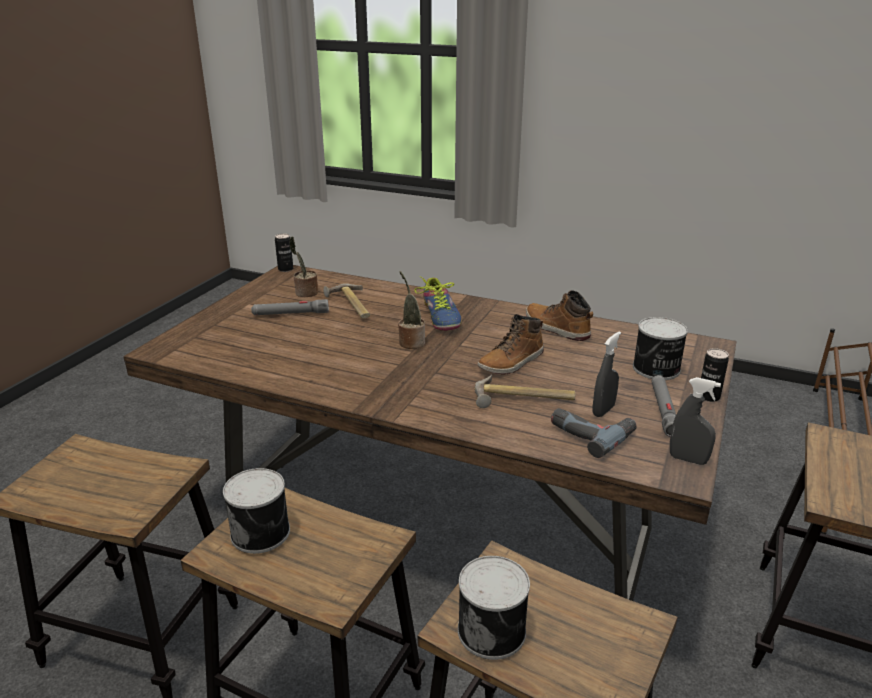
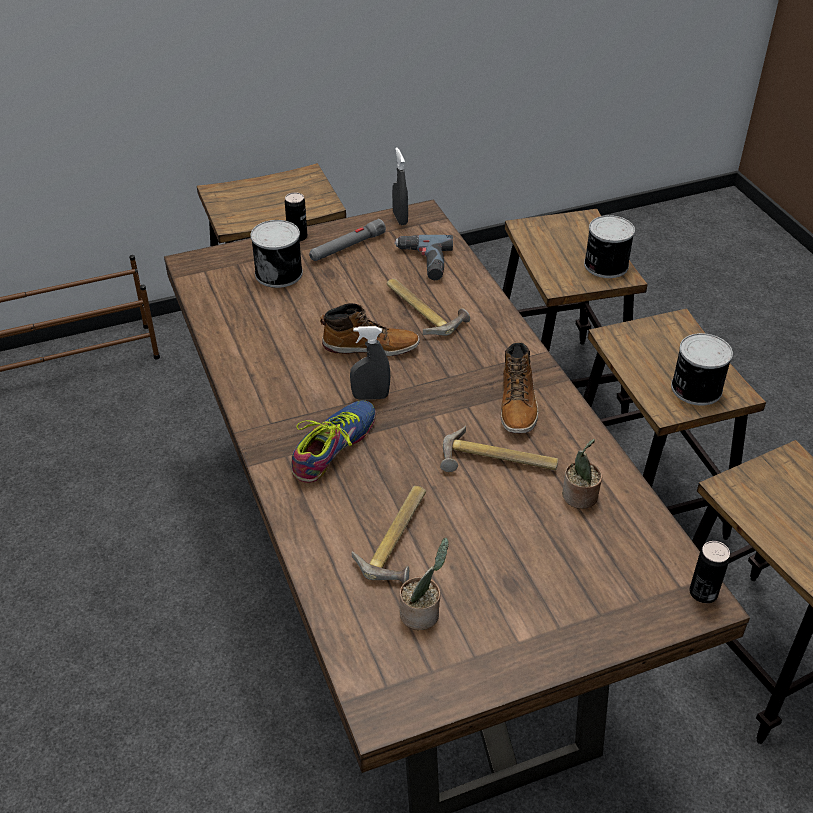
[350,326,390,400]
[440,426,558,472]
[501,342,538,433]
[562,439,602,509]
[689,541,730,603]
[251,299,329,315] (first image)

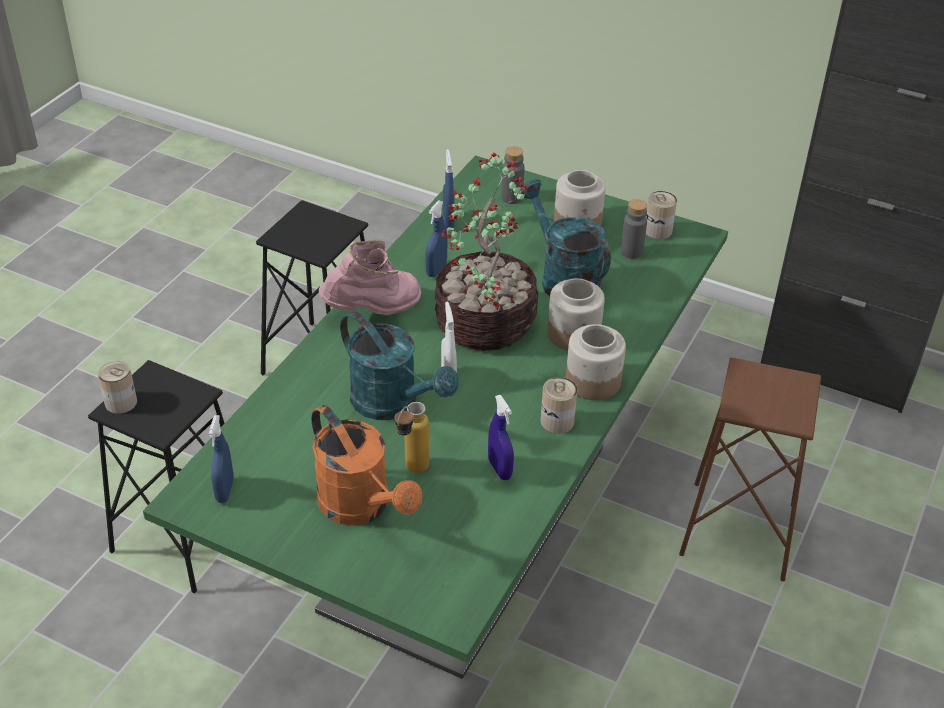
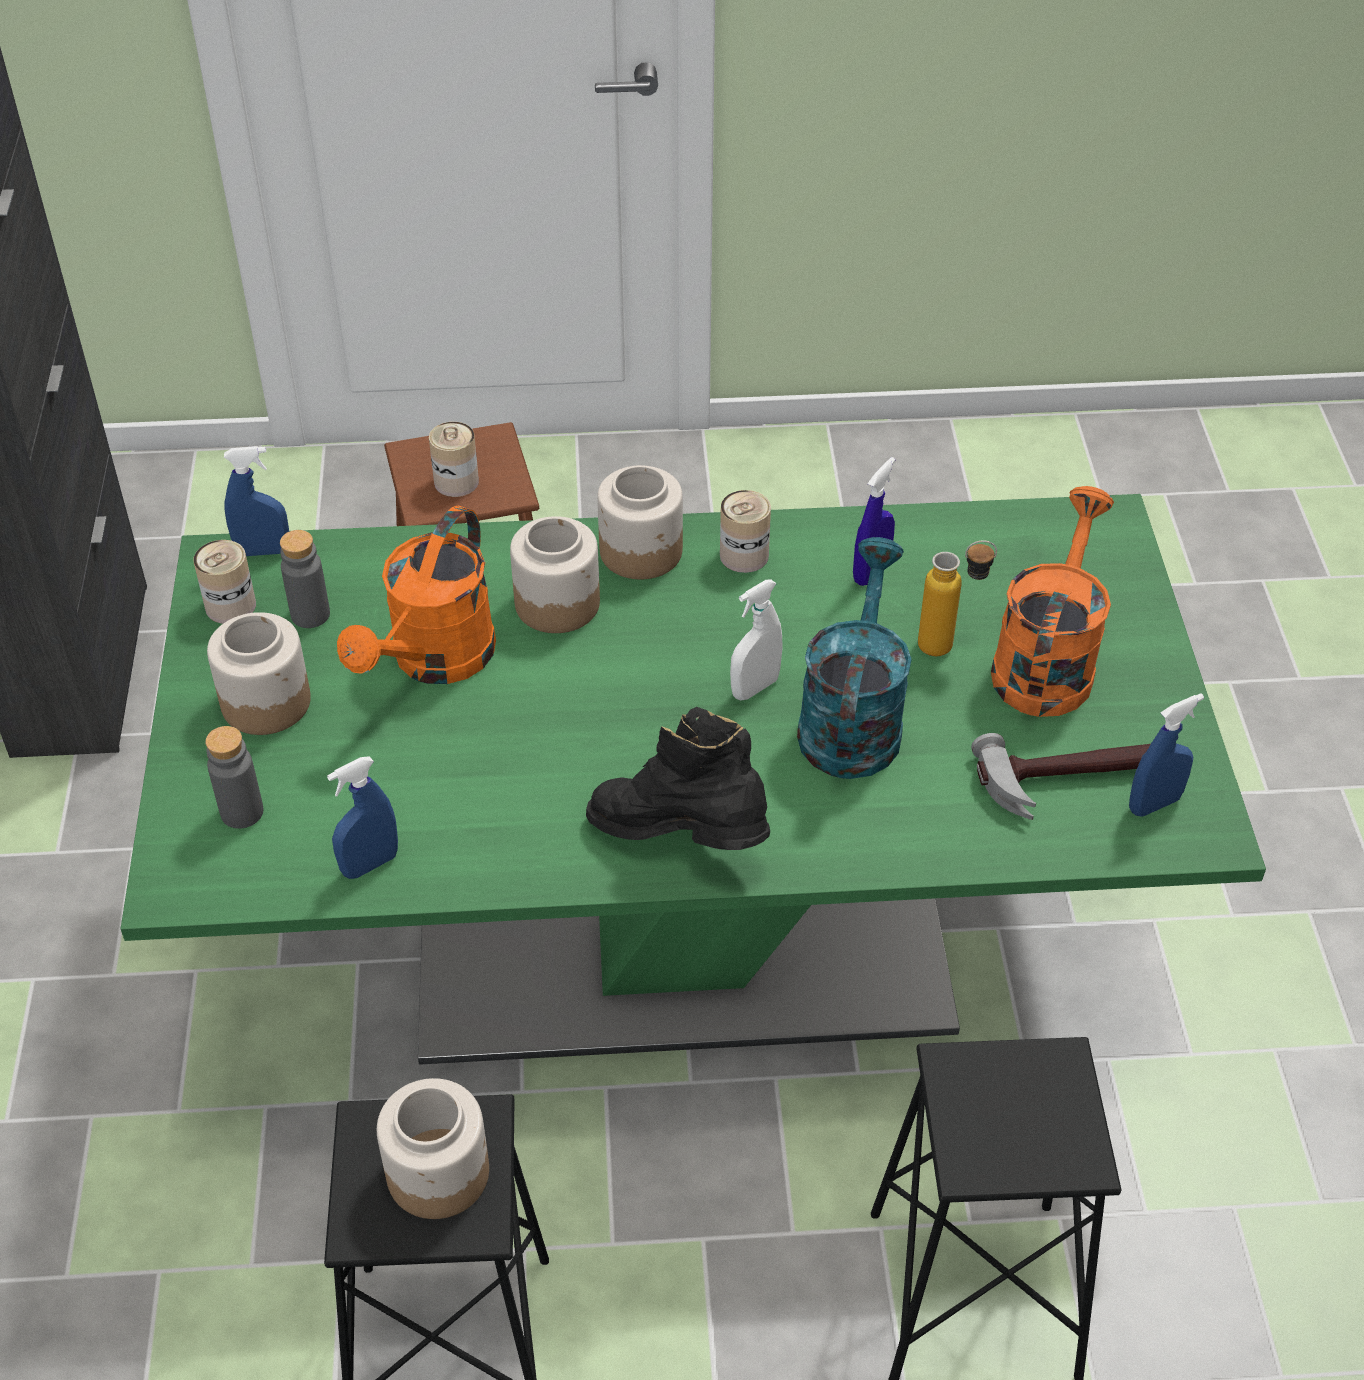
[224,446,289,556]
[337,506,496,684]
[377,1078,489,1219]
[429,422,479,497]
[586,707,770,850]
[971,733,1151,820]
[435,153,538,351] (first image)

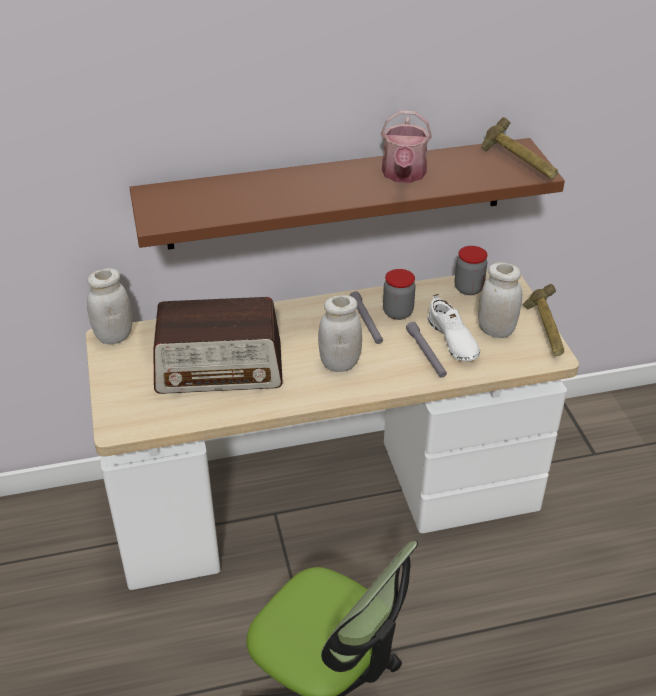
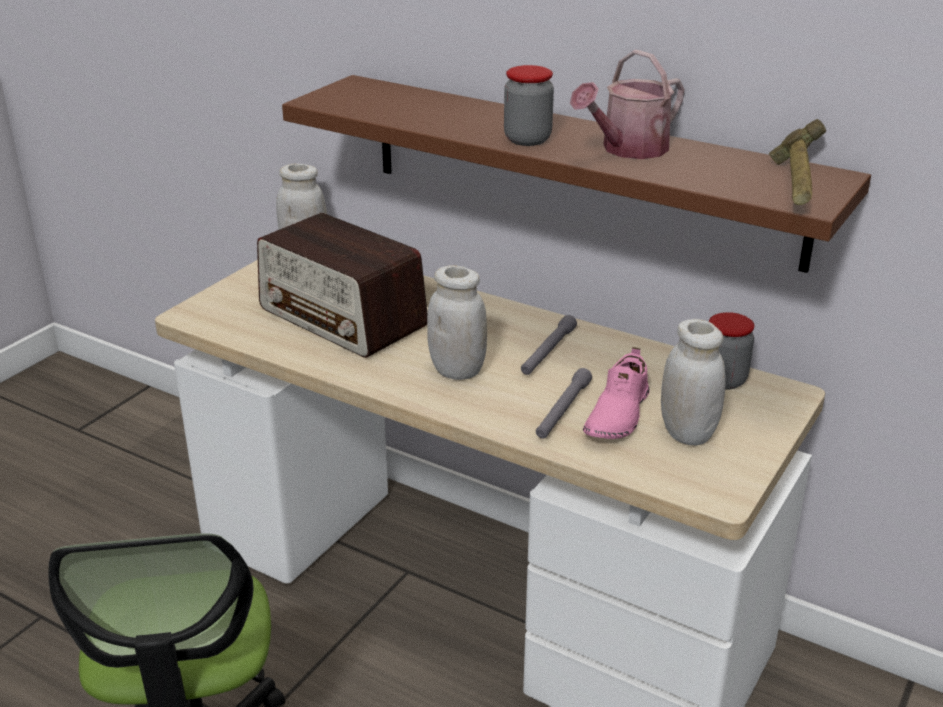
[504,65,554,146]
[583,347,650,439]
[523,284,564,356] (first image)

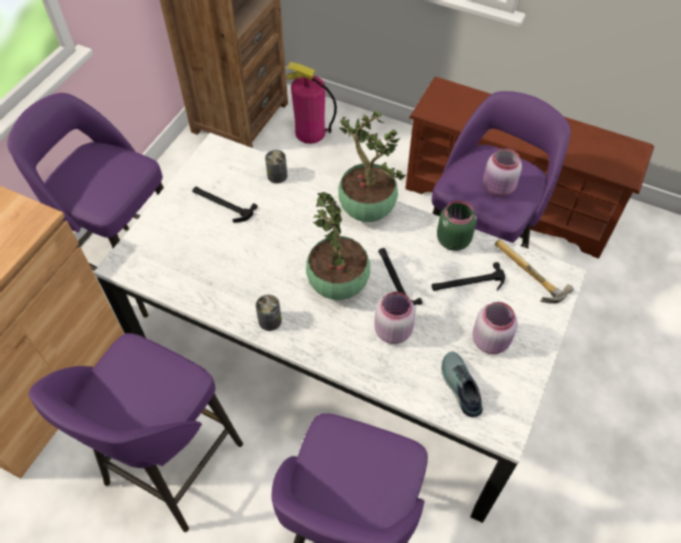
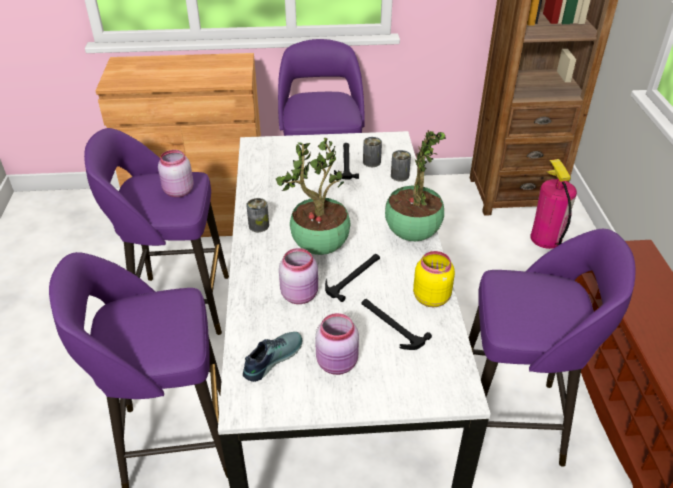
[158,150,194,197]
[363,137,382,167]
[413,251,455,307]
[495,239,574,304] (first image)

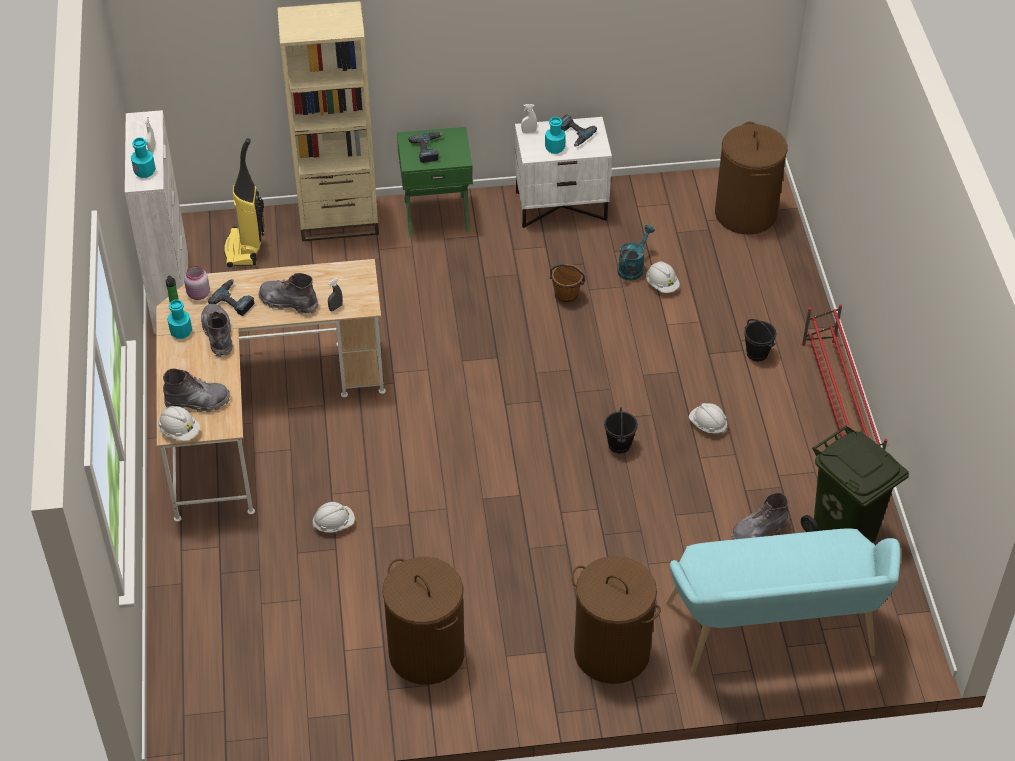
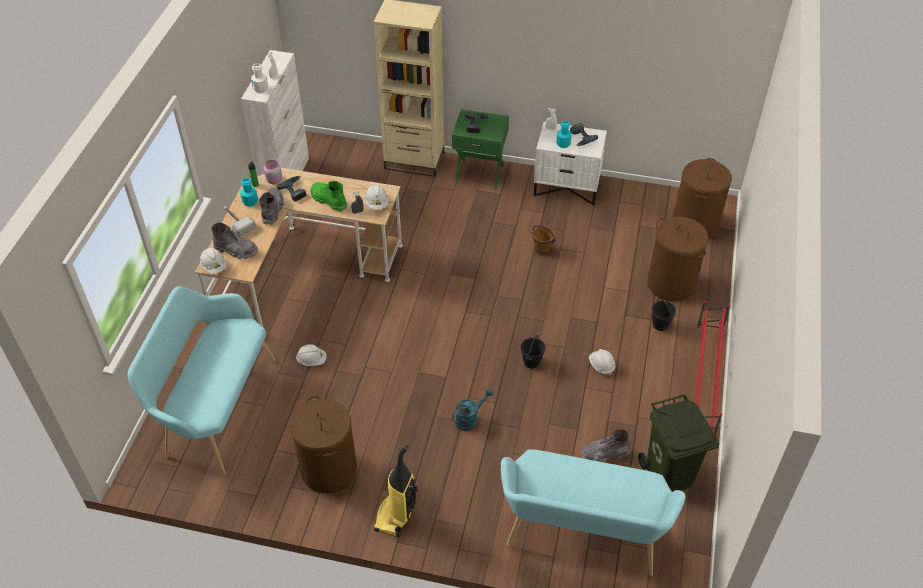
[128,286,276,475]
[224,206,256,237]
[251,63,268,93]
[310,181,347,212]
[365,185,388,210]
[374,445,418,537]
[452,388,493,431]
[647,217,708,302]

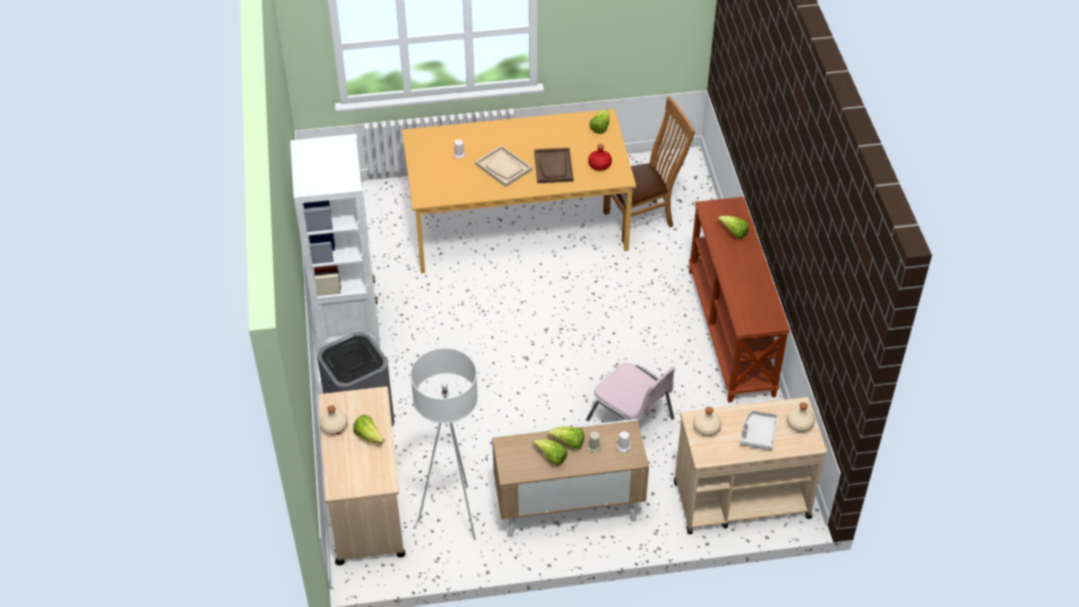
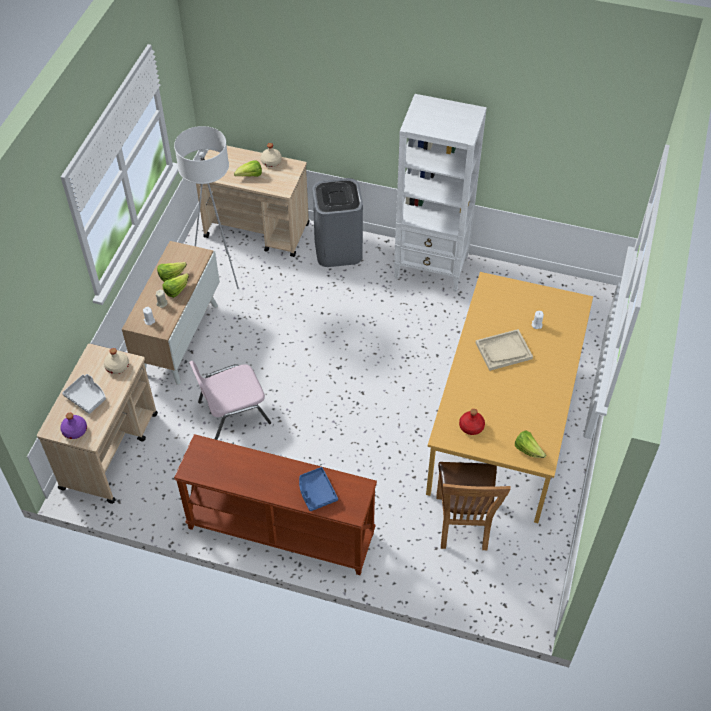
[60,413,87,439]
[299,467,338,511]
[534,148,574,183] (first image)

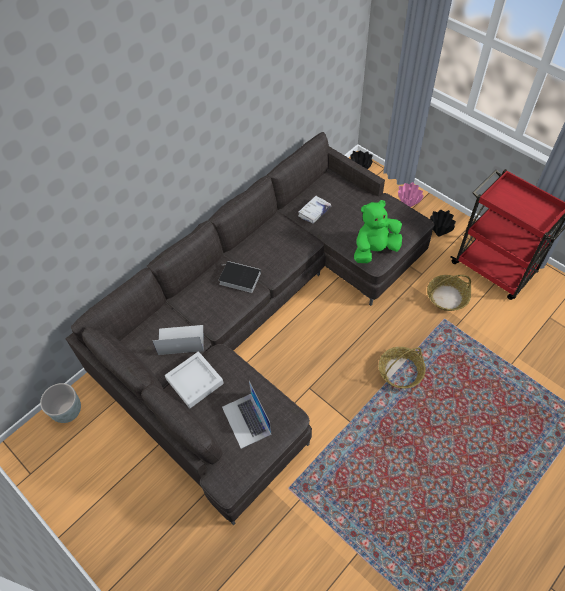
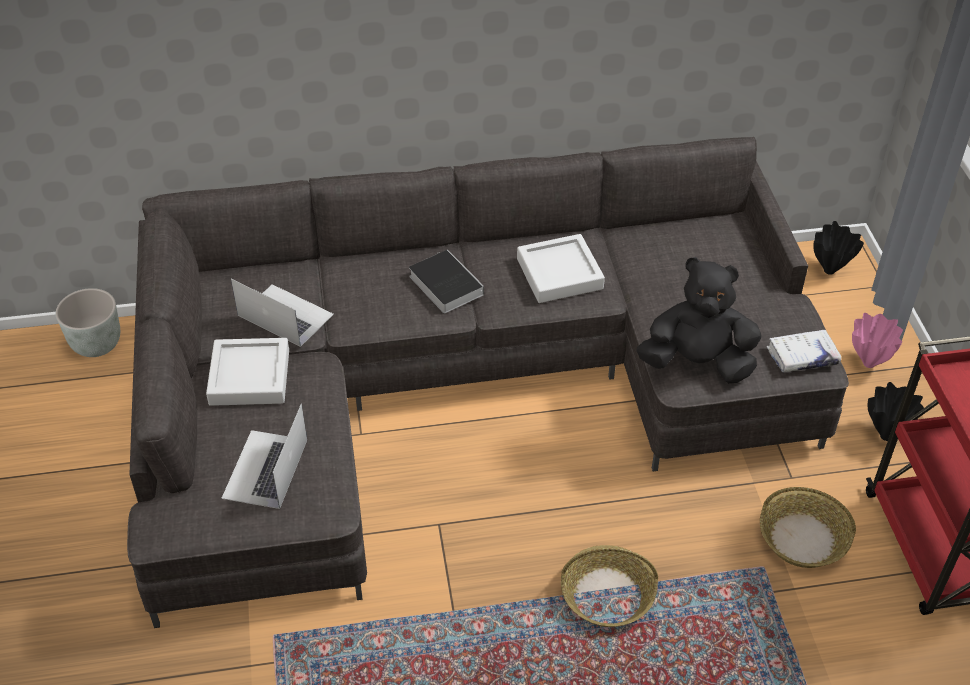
[517,234,605,303]
[637,257,762,383]
[767,330,841,372]

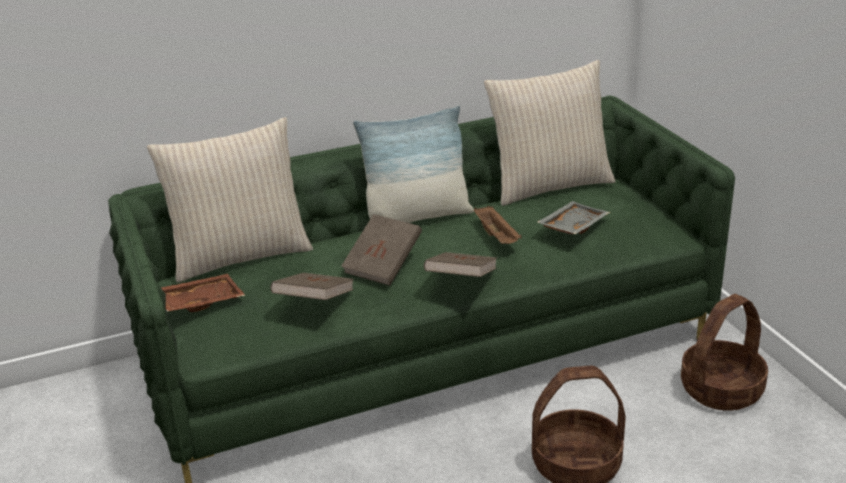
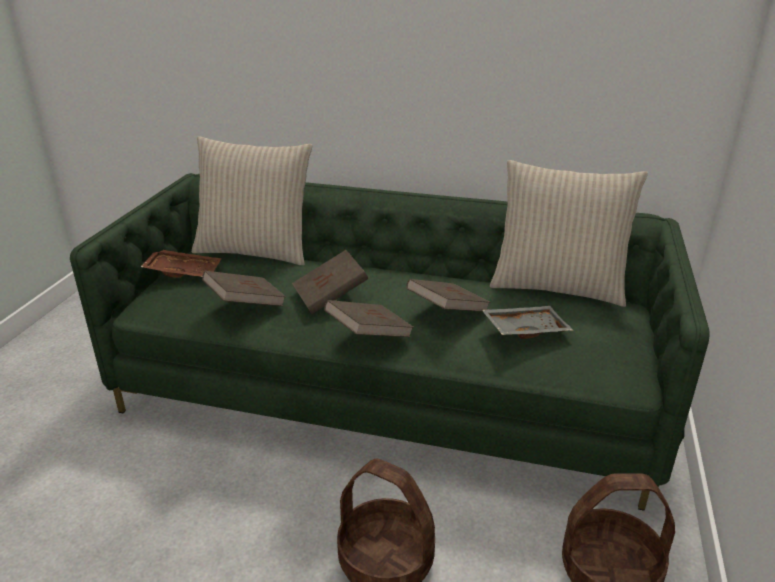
[406,279,490,312]
[353,105,474,223] (first image)

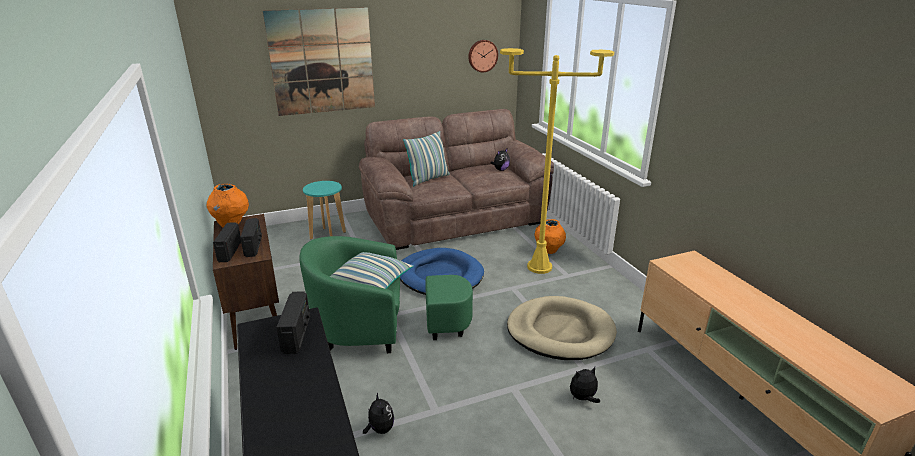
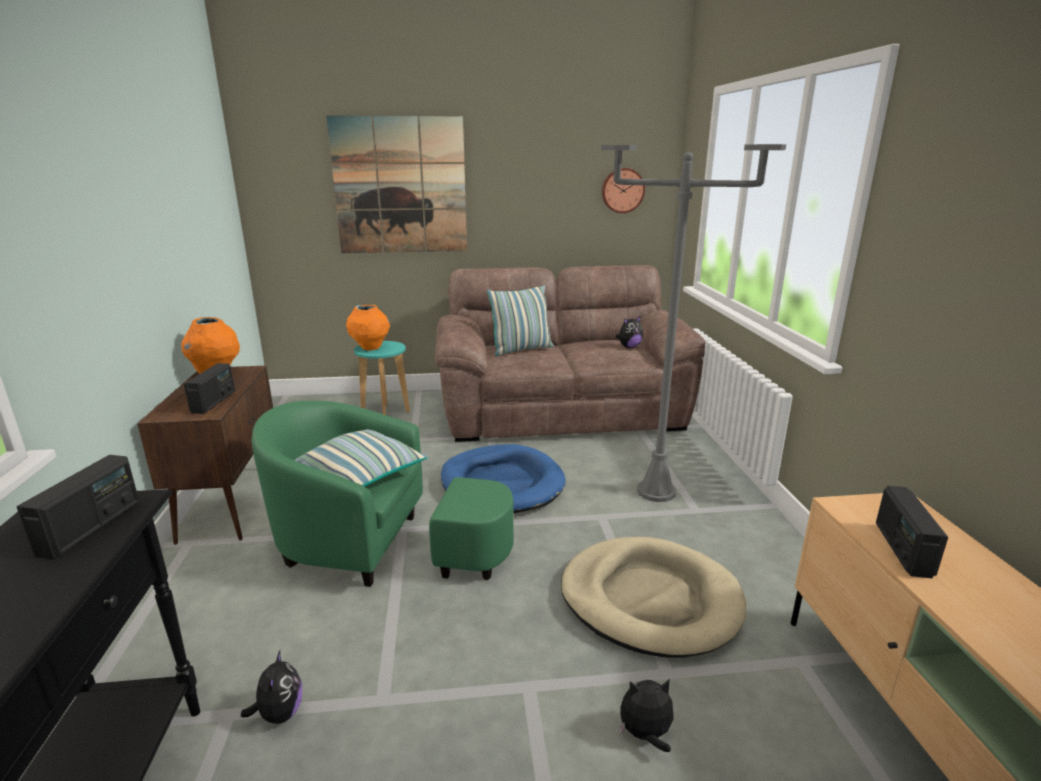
[346,305,390,351]
[601,144,786,502]
[876,486,948,578]

